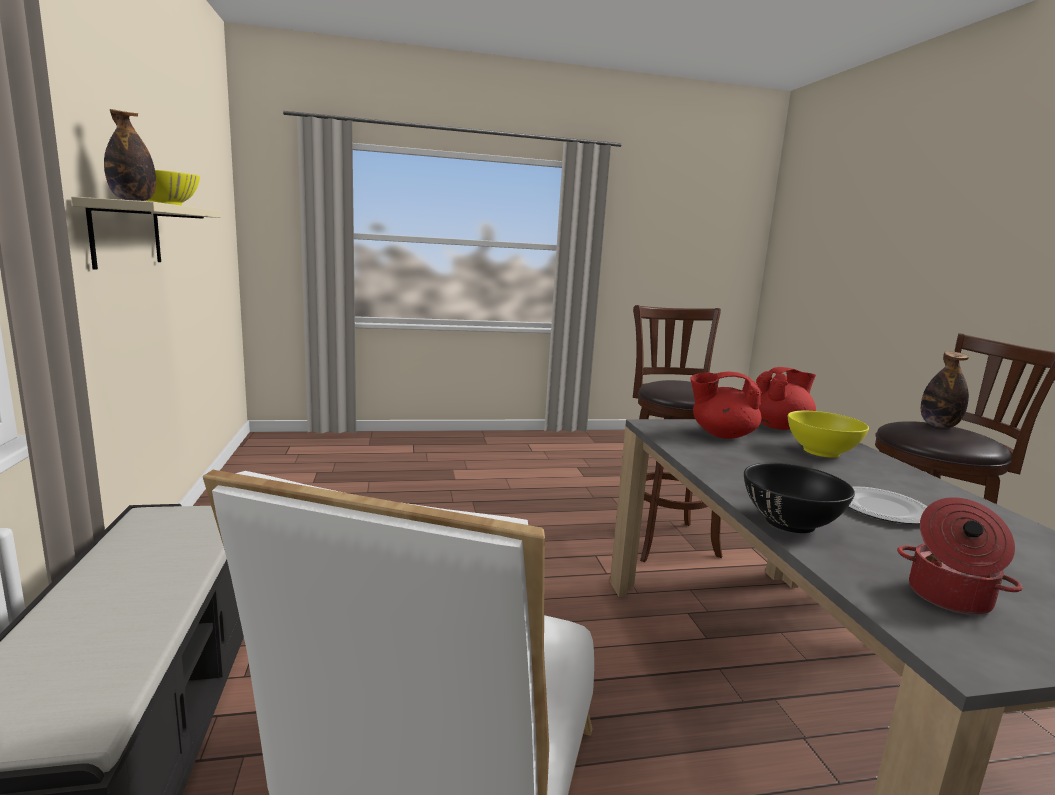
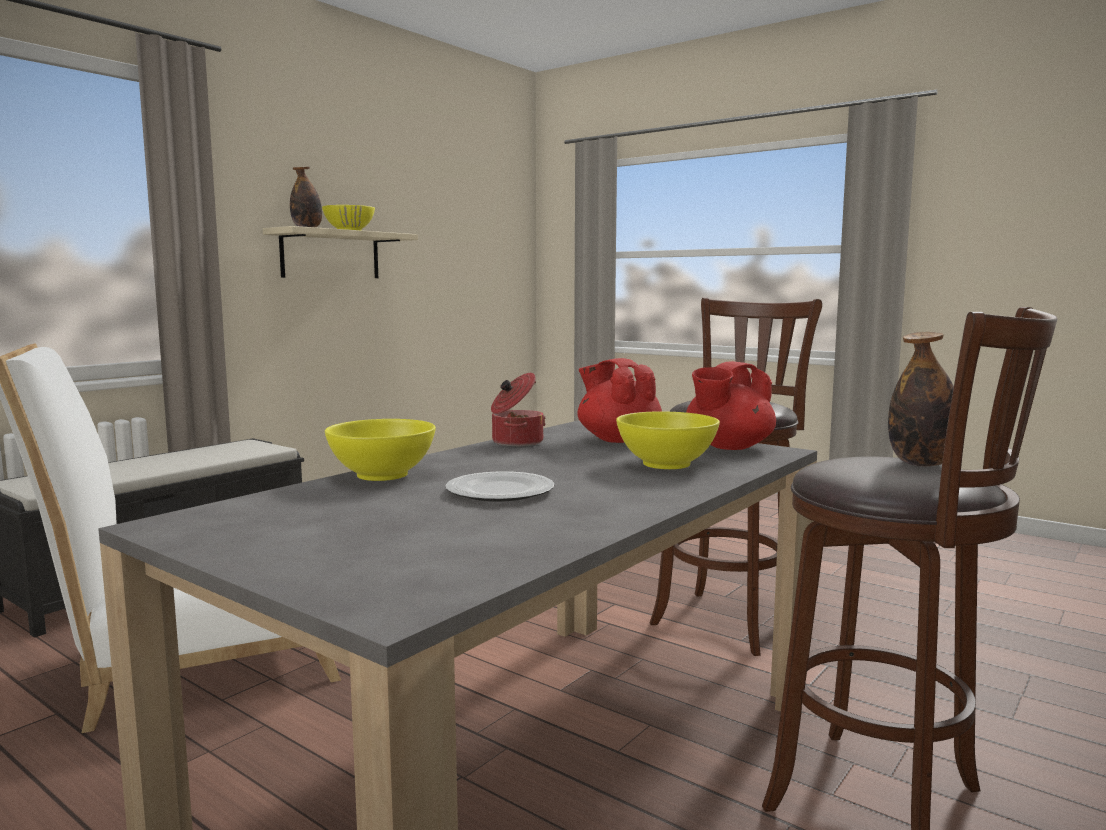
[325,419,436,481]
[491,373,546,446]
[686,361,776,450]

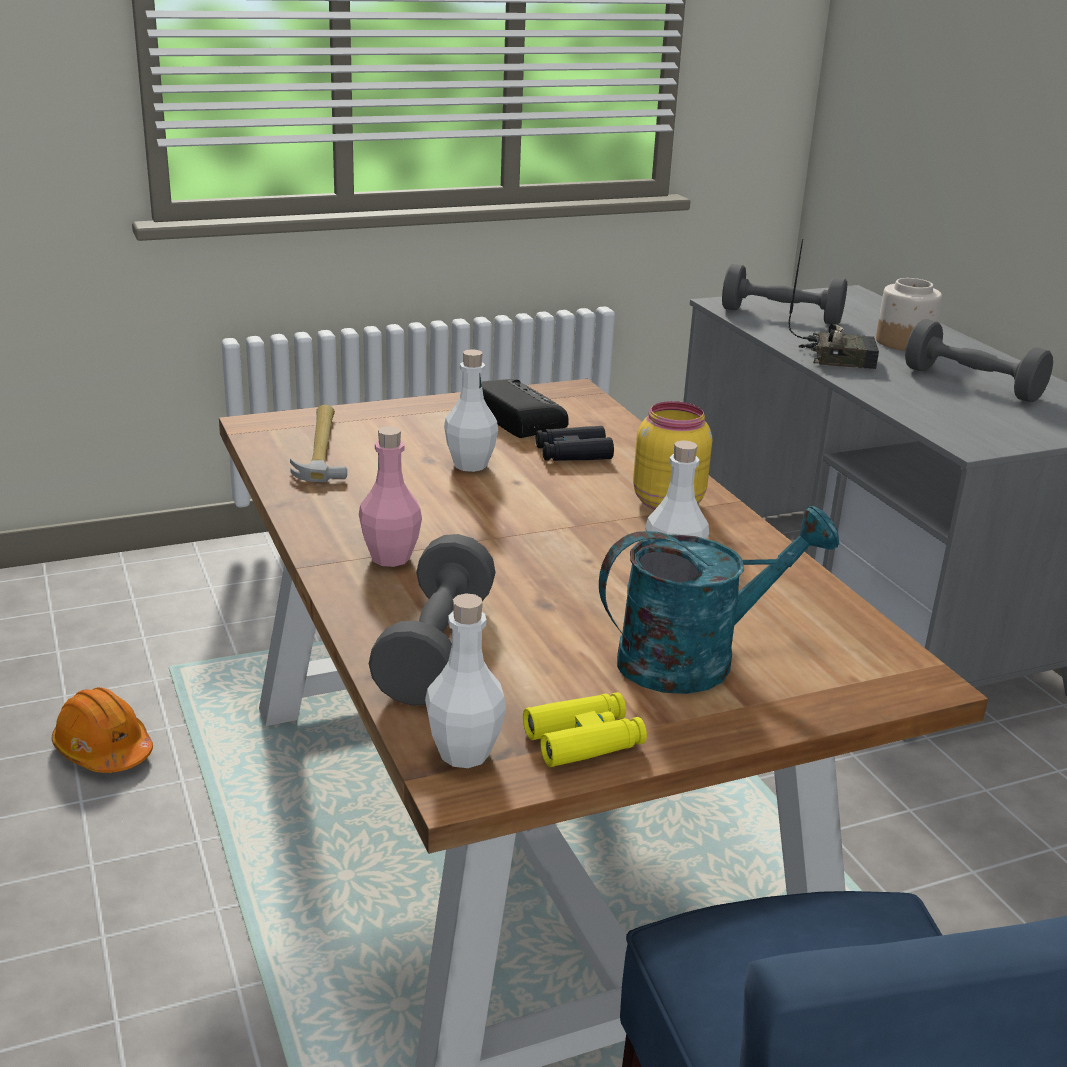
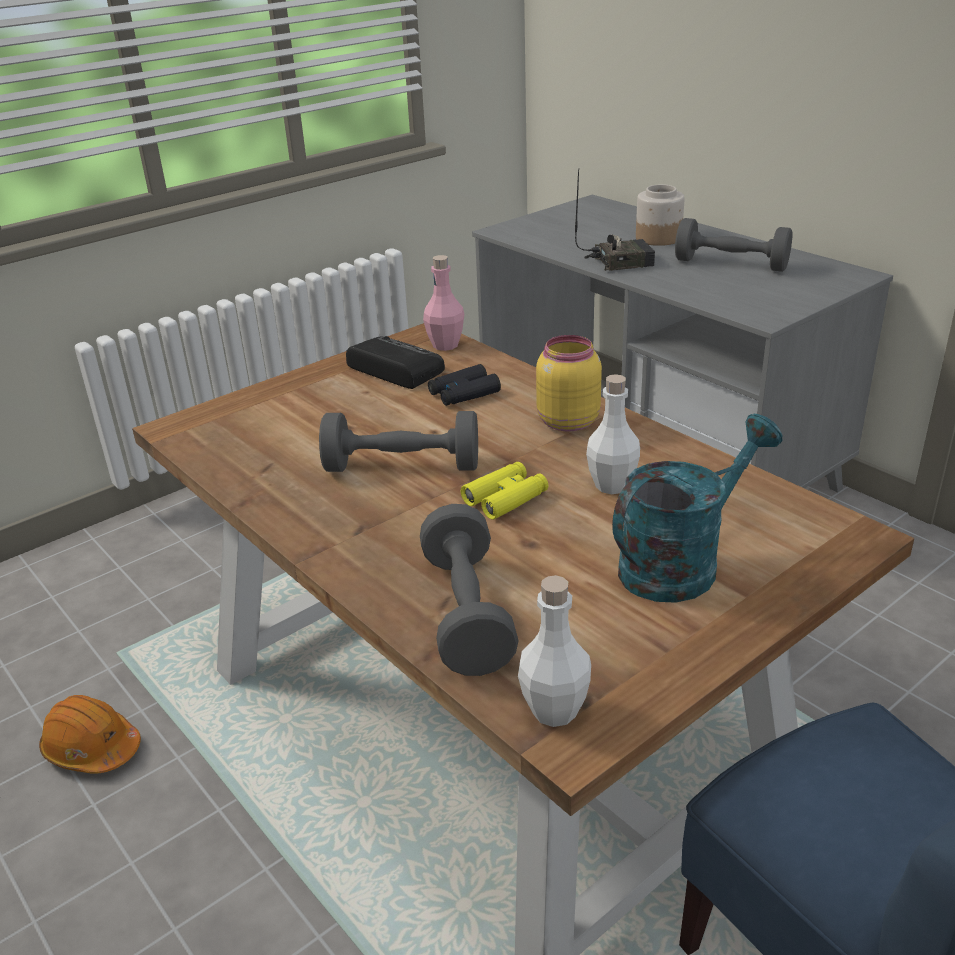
[319,411,478,472]
[423,255,464,351]
[461,462,549,520]
[290,405,347,482] (first image)
[444,349,498,472] (first image)

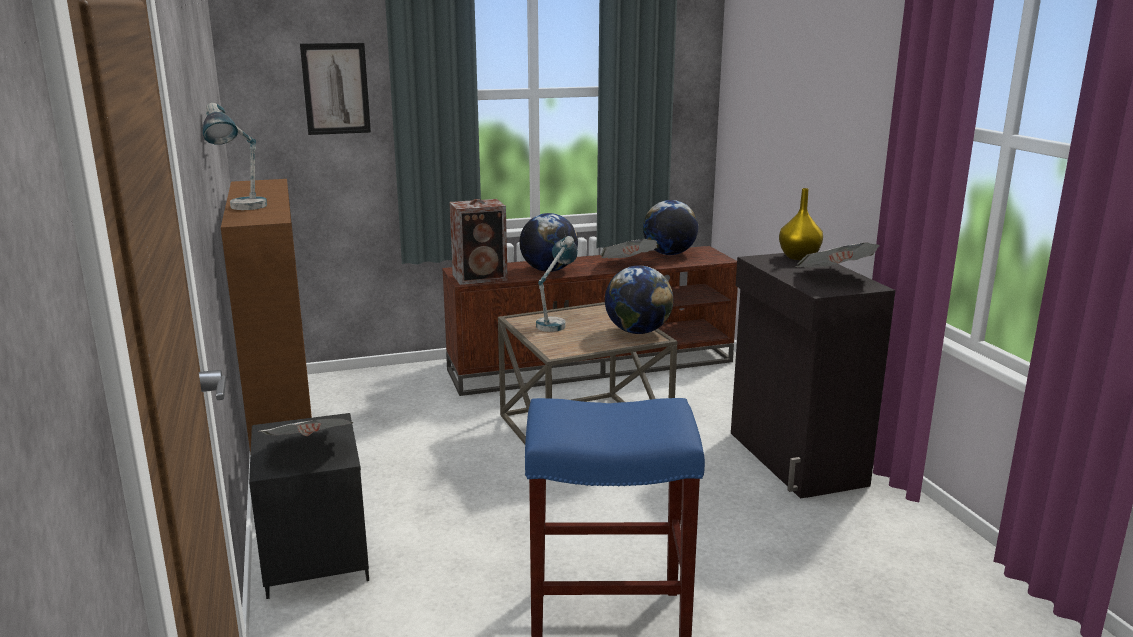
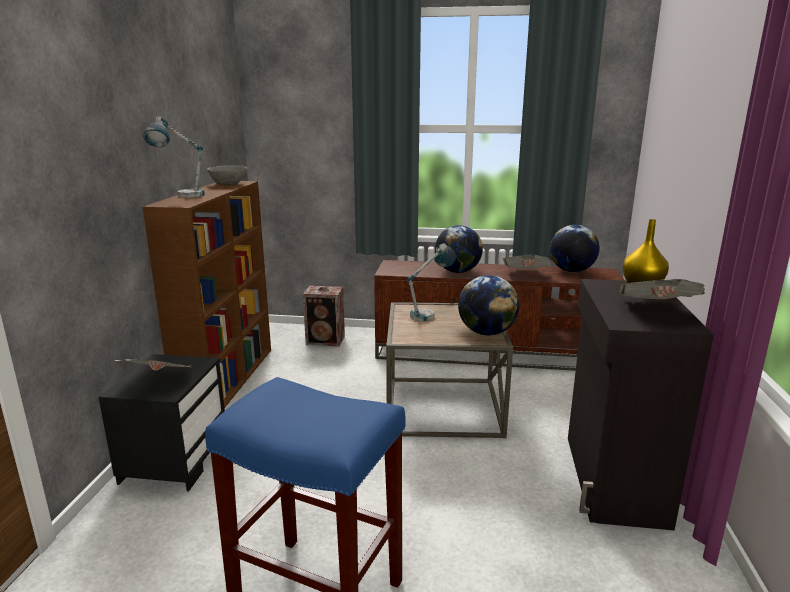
[207,165,247,185]
[303,286,345,347]
[300,43,371,135] (first image)

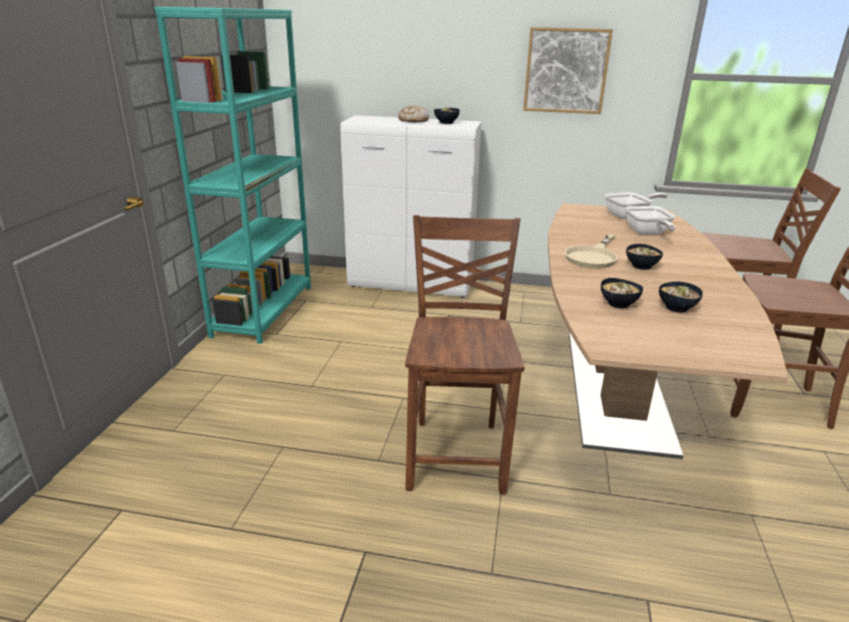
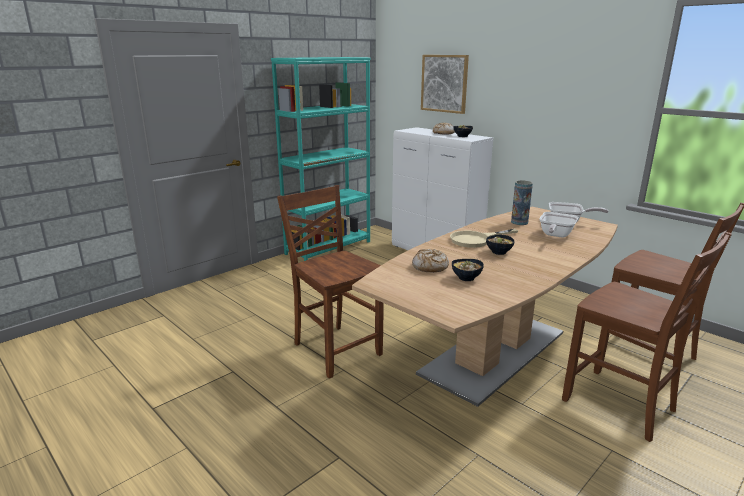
[277,185,384,379]
[412,249,449,272]
[421,55,469,114]
[511,180,533,225]

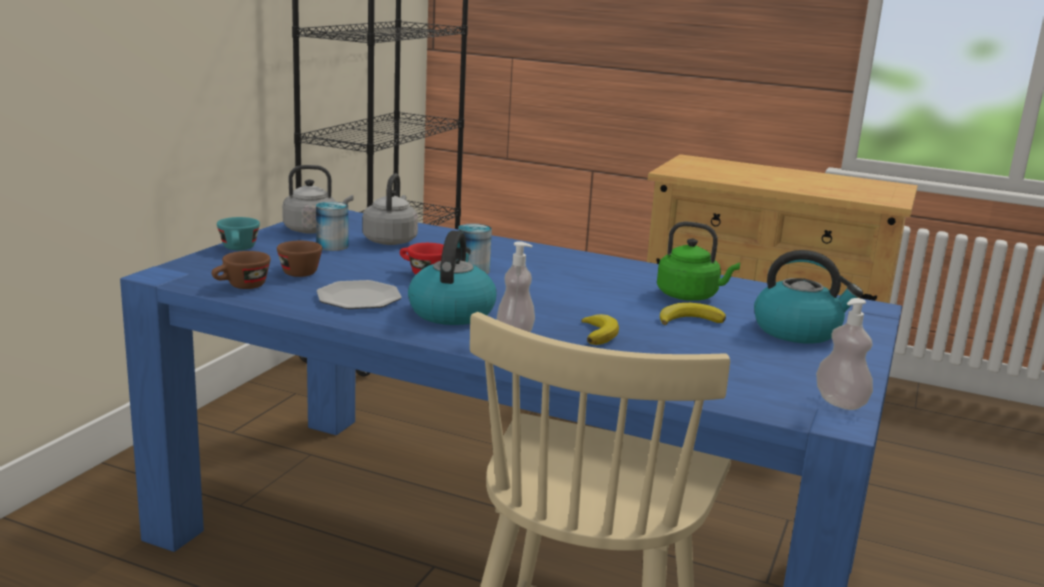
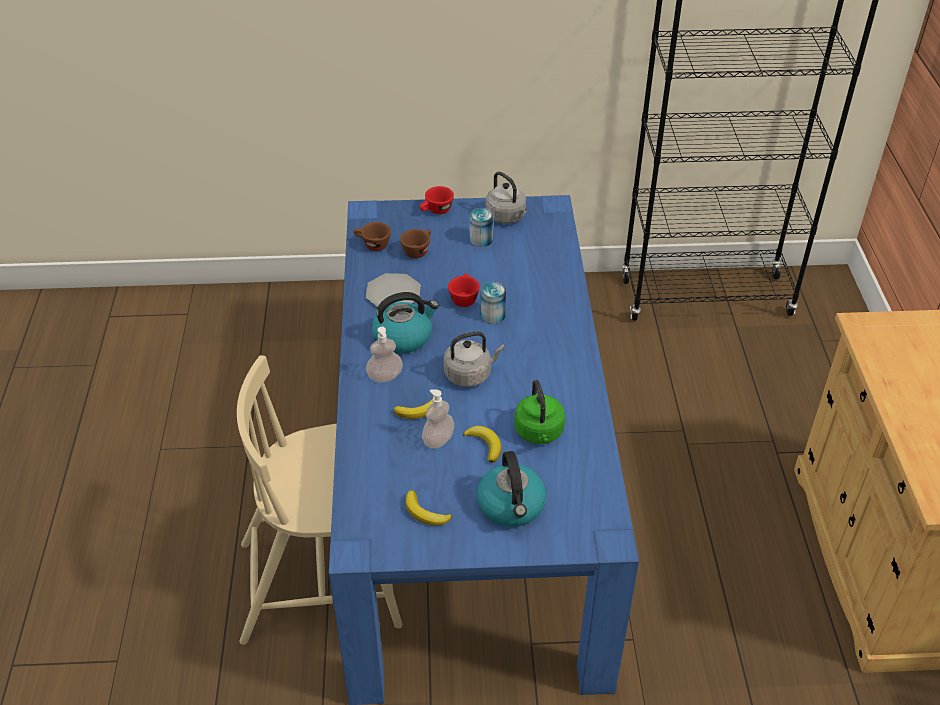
[405,490,452,525]
[420,186,454,214]
[422,389,454,449]
[443,331,505,387]

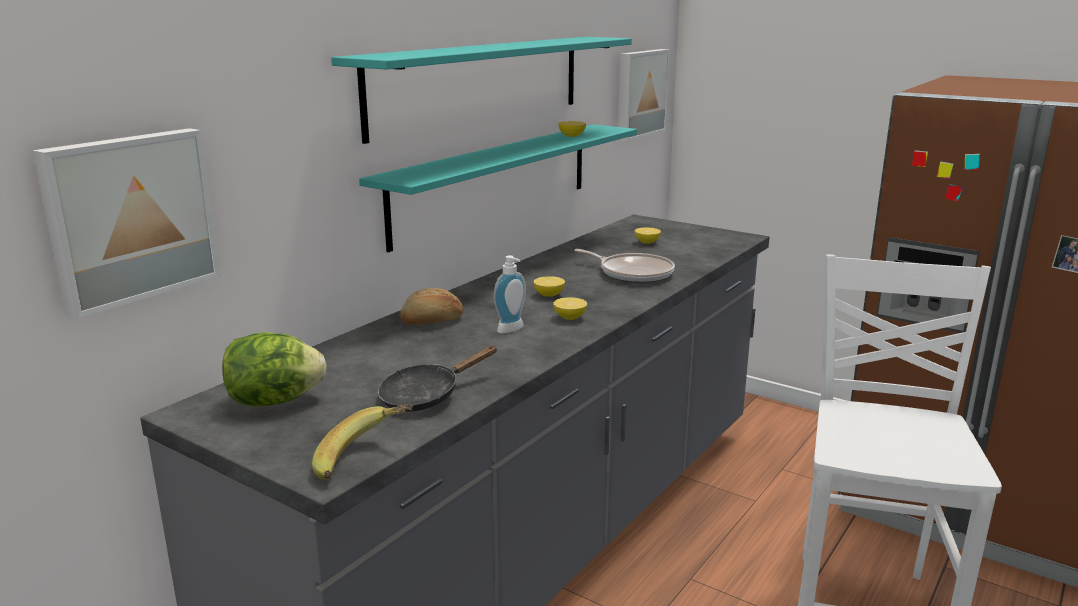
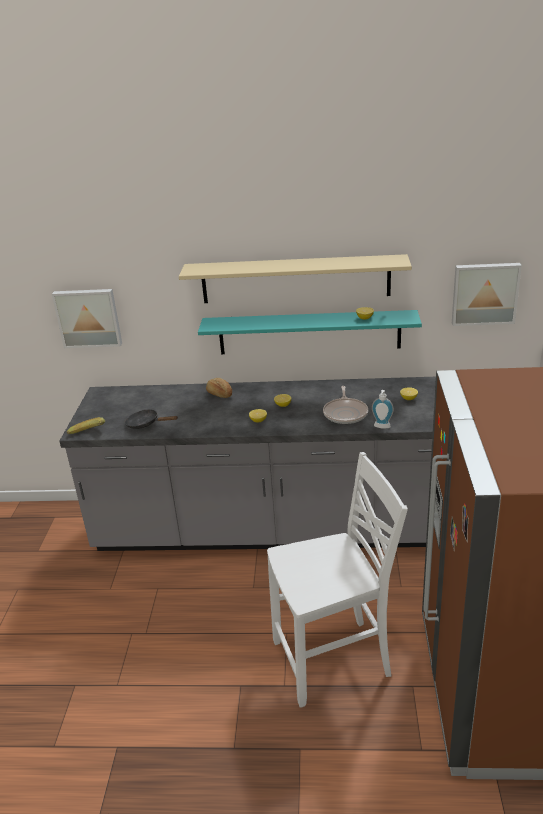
[179,254,412,303]
[372,390,394,429]
[222,332,327,407] (first image)

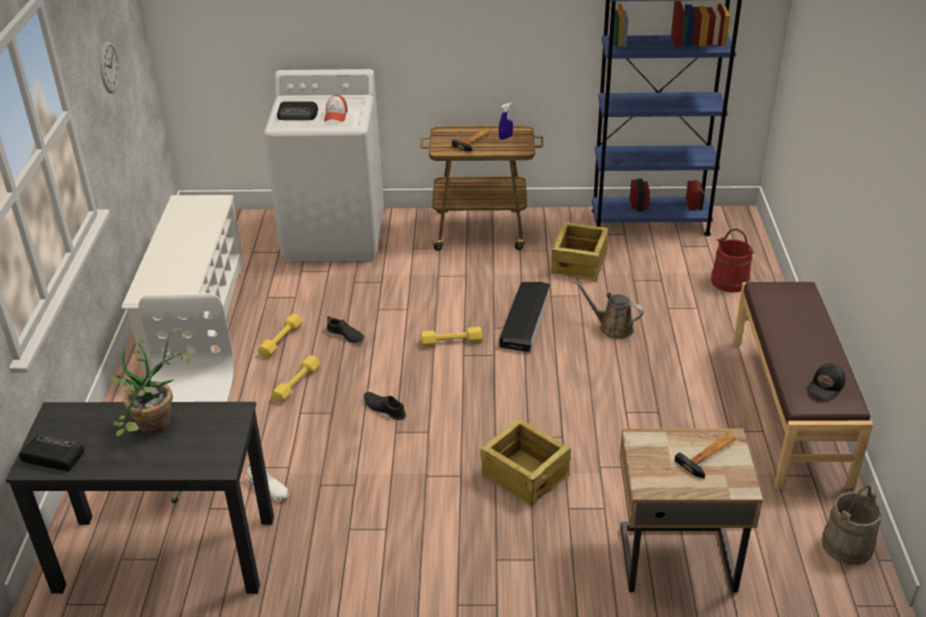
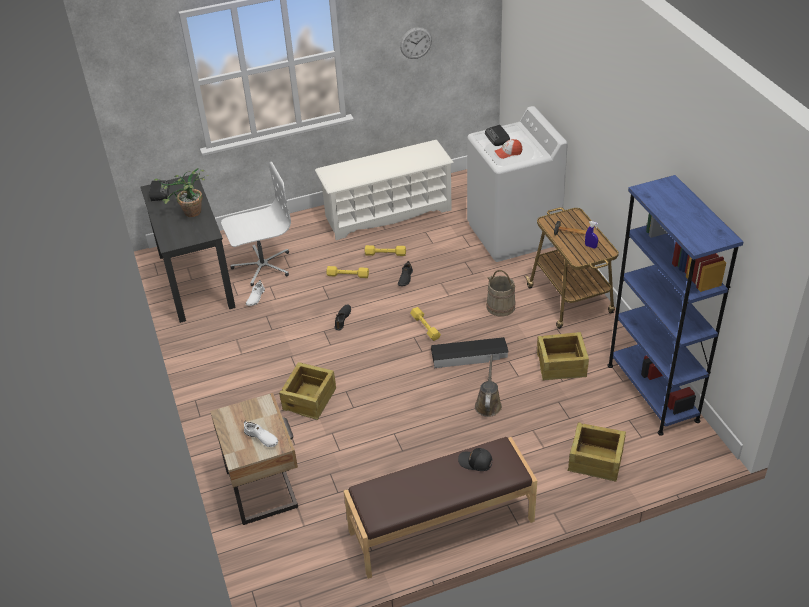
[244,421,278,447]
[458,448,493,471]
[486,270,516,317]
[567,423,626,482]

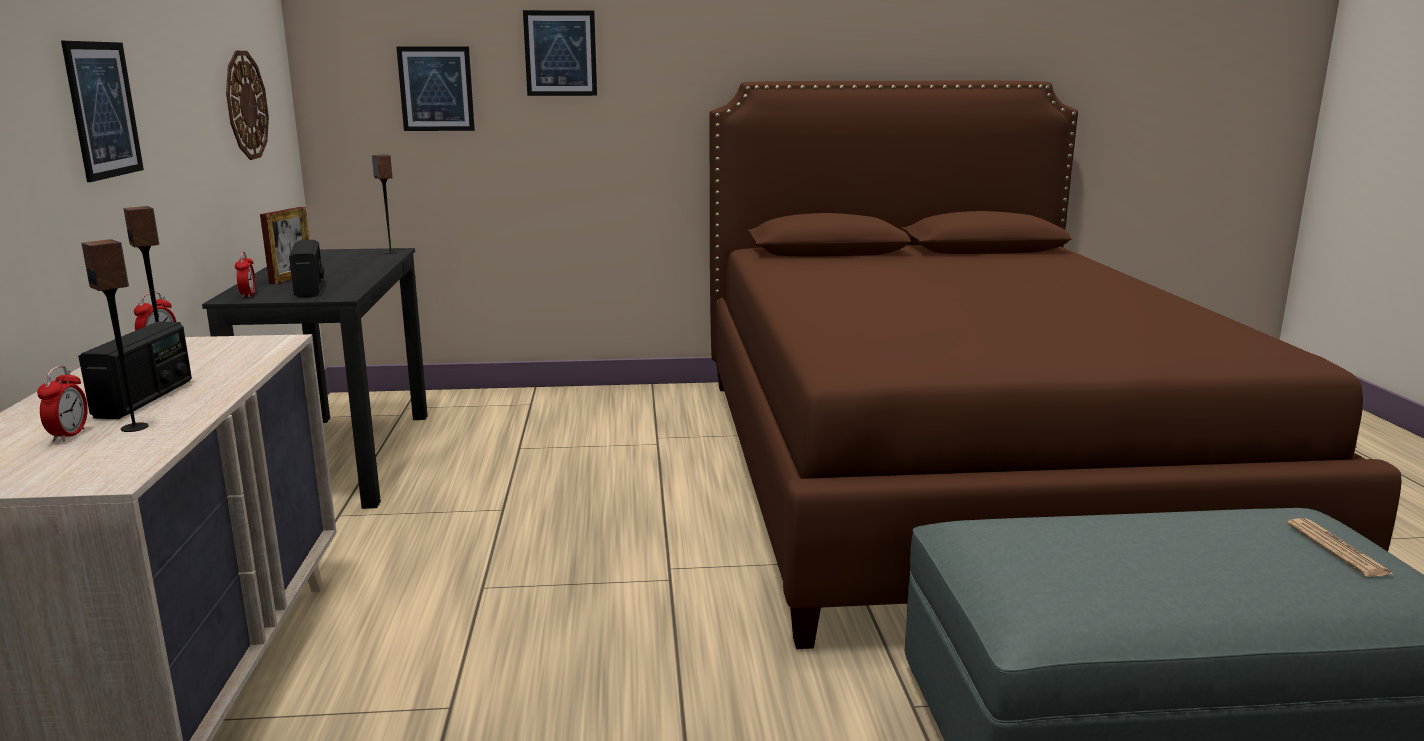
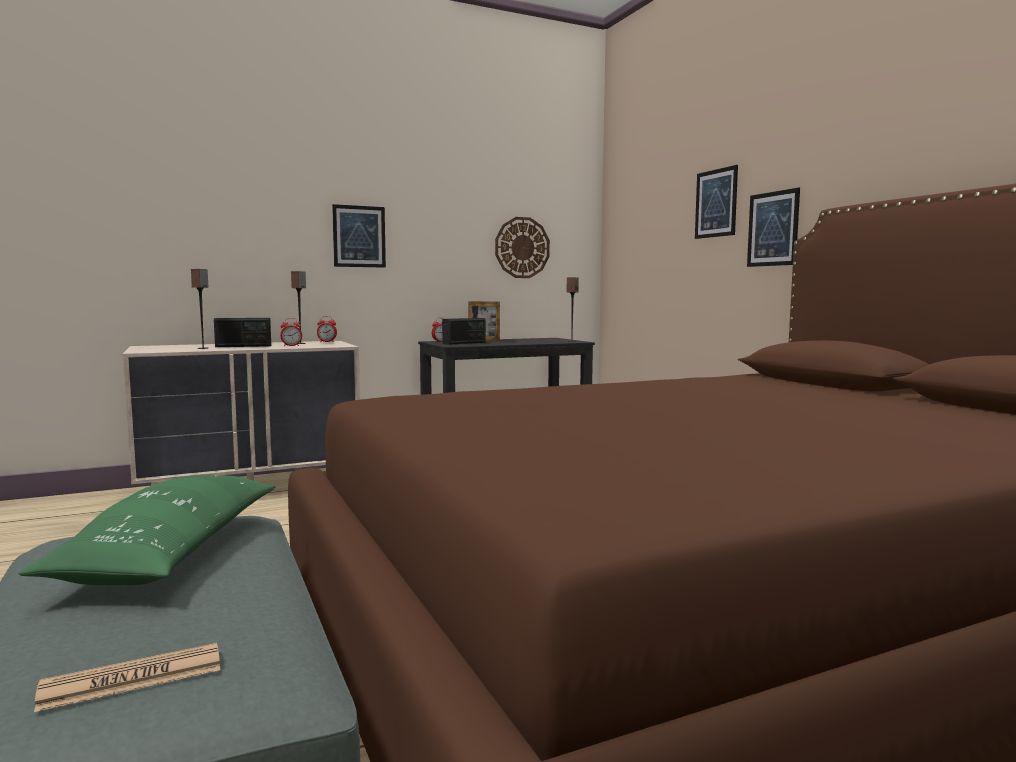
[18,475,275,585]
[280,318,302,346]
[747,188,800,267]

